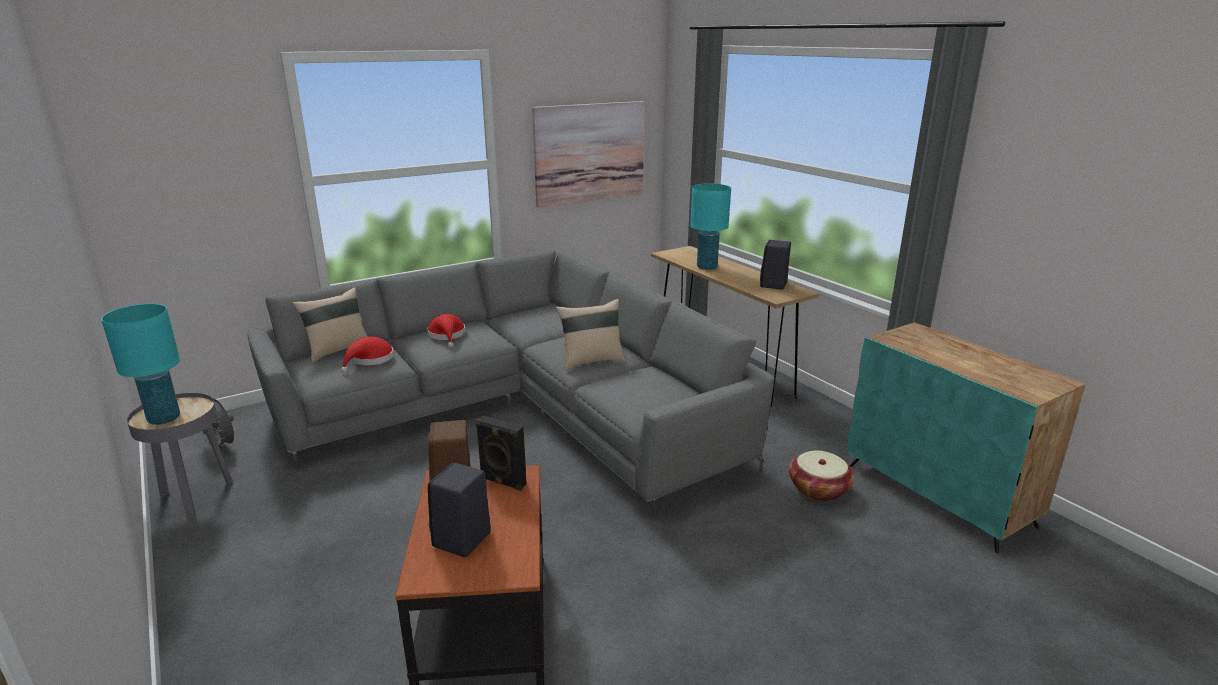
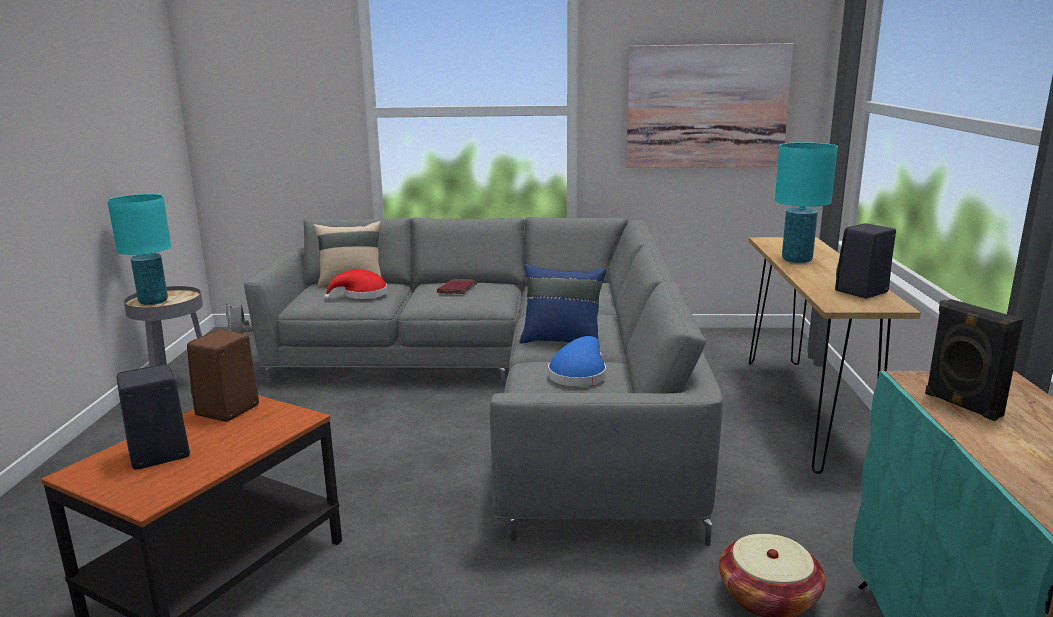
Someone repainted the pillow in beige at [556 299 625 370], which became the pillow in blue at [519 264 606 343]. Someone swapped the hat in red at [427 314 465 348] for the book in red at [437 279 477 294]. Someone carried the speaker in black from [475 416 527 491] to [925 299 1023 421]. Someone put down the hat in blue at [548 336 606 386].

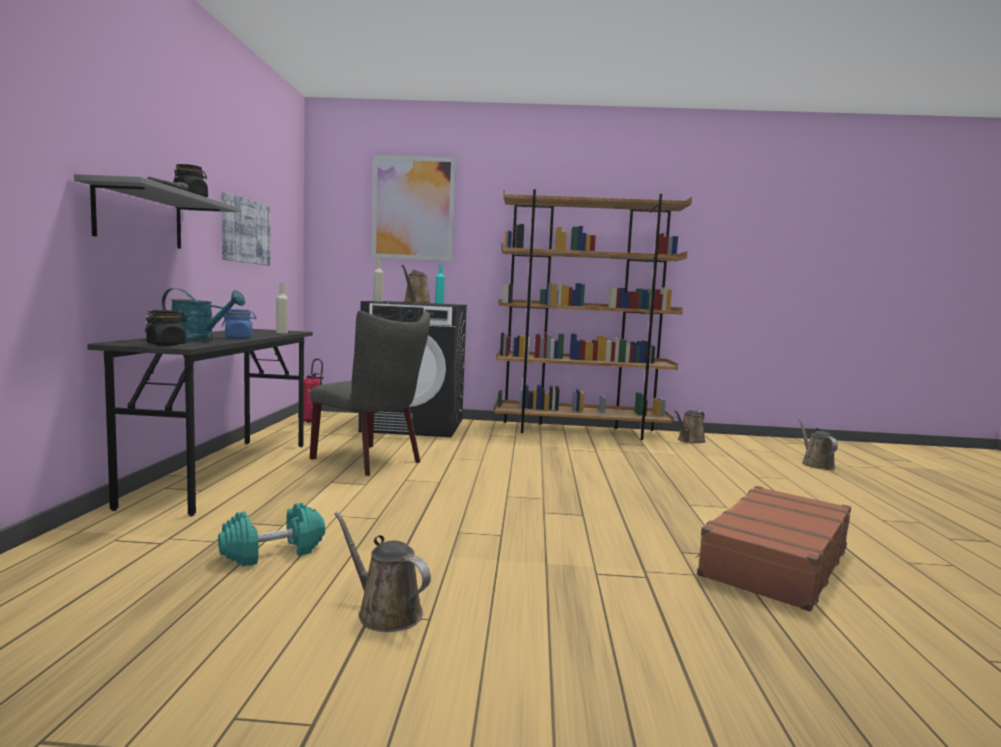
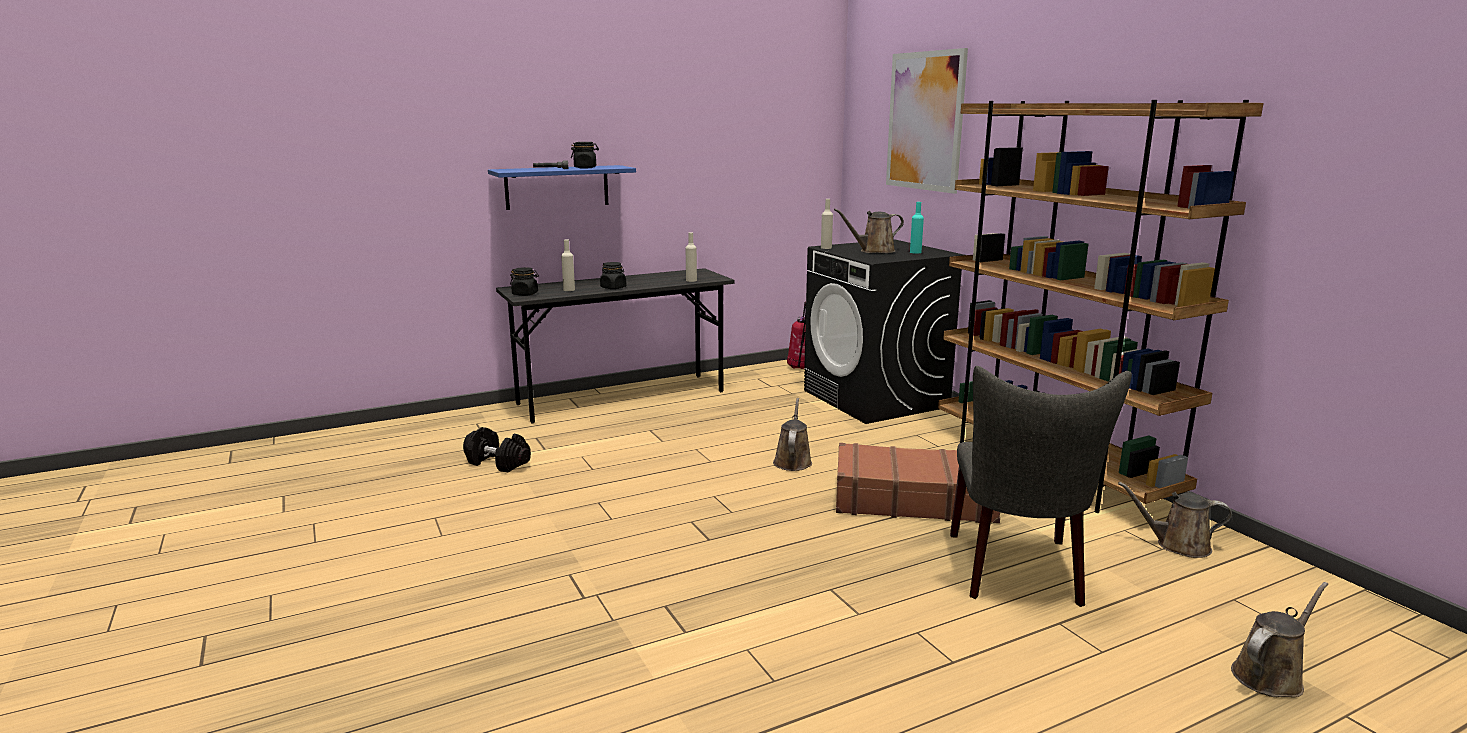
Someone repainted the shelf in grey at [74 174 239 249], which became the shelf in blue at [488 165 636 210]. Someone took away the picture at [221 191 270 266]. Someone swapped the watering can in turquoise at [162 288 245 342] for the bottle in beige at [561 239 575 291]. Someone repainted the jar in blue at [222 309 256 339], which became the jar in black at [600 262 626 289]. Someone carried the chair in grey from [310 311 430 476] to [950 366 1132 607]. Someone carried the suitcase in brown from [695 486 851 612] to [836 443 1000 523]. Someone repainted the dumbbell in turquoise at [218 503 325 567], which became the dumbbell in black at [463 427 531 473]. Someone carried the watering can in brown from [334 512 431 632] to [773 398 812 471].

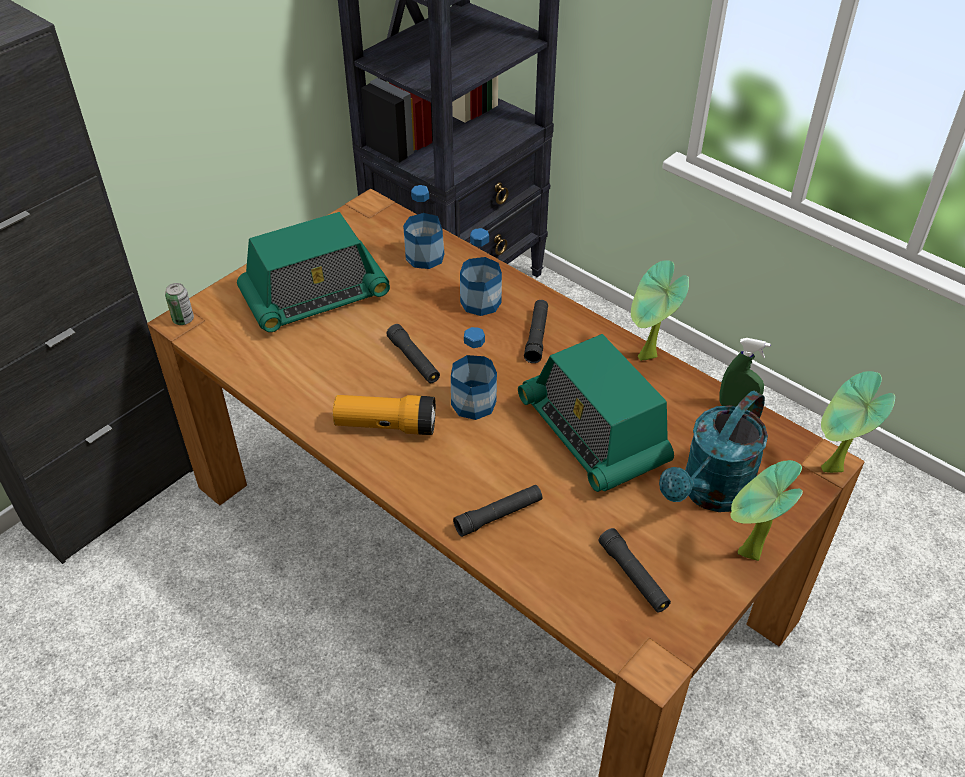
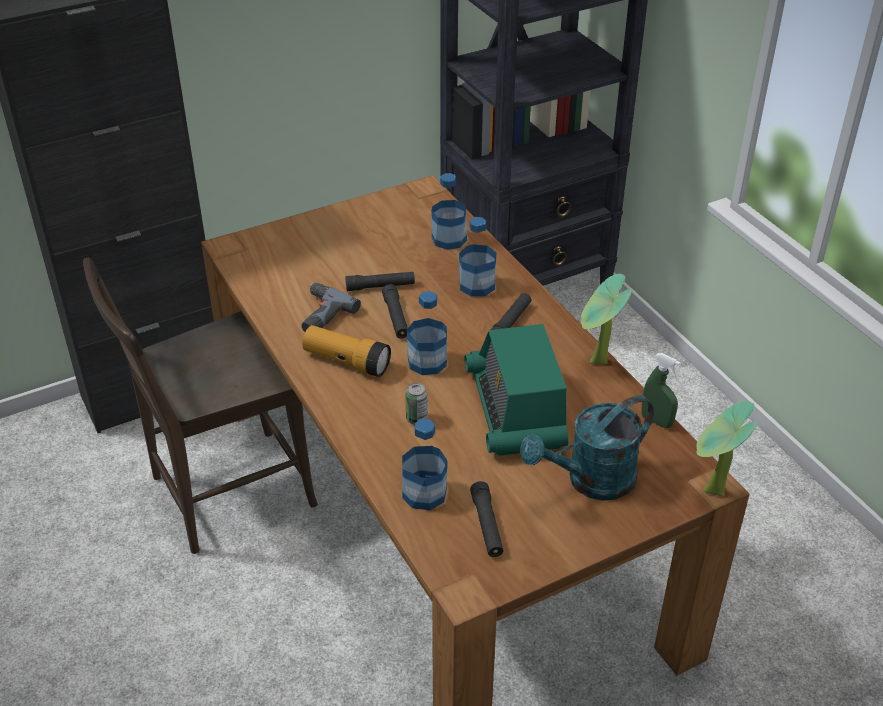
Someone took away the radio at [237 212 390 332]. Someone carried the can from [165 283 194 325] to [405 383 428 425]. Someone took away the potted plant at [730 460 803 561]. Someone carried the flashlight in black from [453 485 542 537] to [345 272 415 291]. Someone put down the chair in brown at [83 258 318 554]. Someone put down the power drill at [302 282 361 332]. Someone put down the bottle at [402 419 448 510].

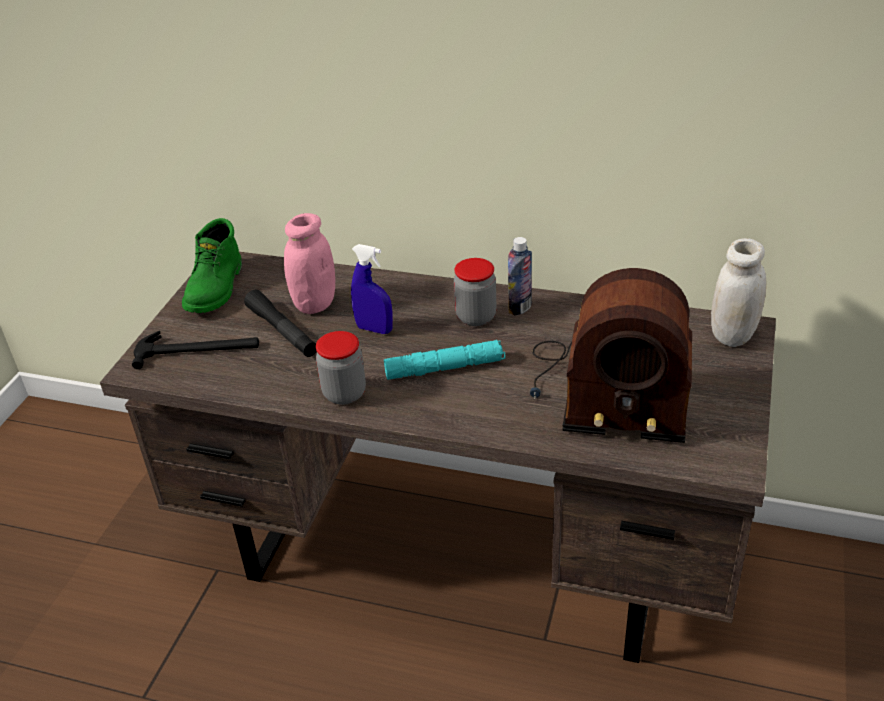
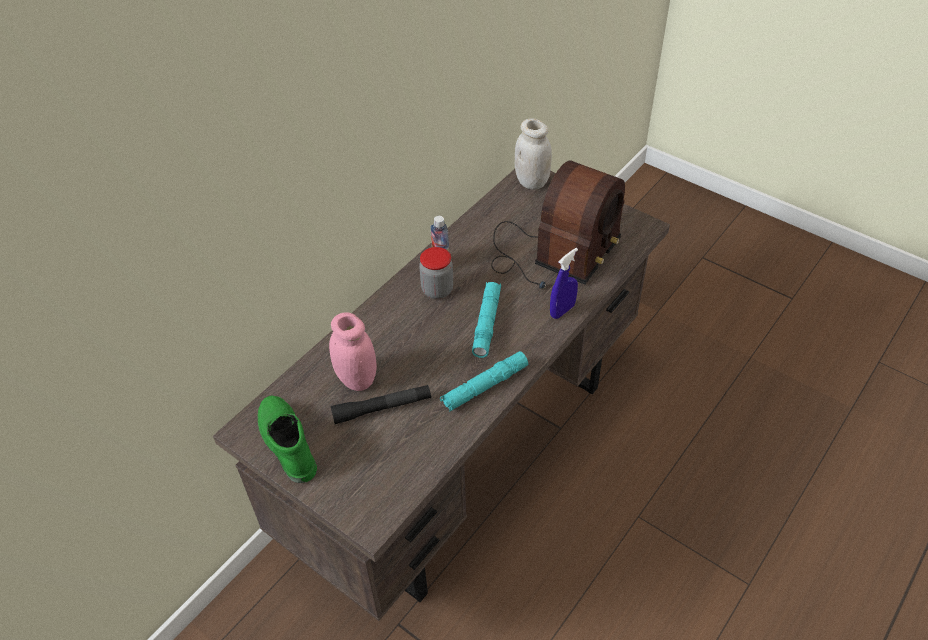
Someone rotated the boot in green at [182 218 242 313] by 150 degrees counterclockwise. Someone carried the spray bottle in blue from [351 244 393 334] to [550 248 578 319]. Someone took away the hammer at [132 331 259 369]. Someone swapped the jar at [316 331 366 405] for the flashlight in turquoise at [440 351 528 412].

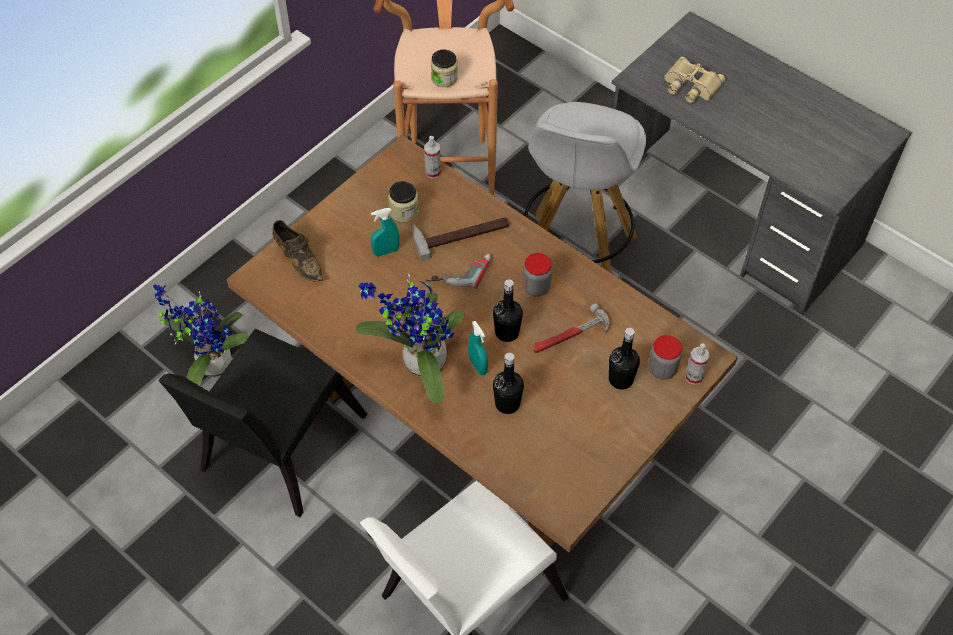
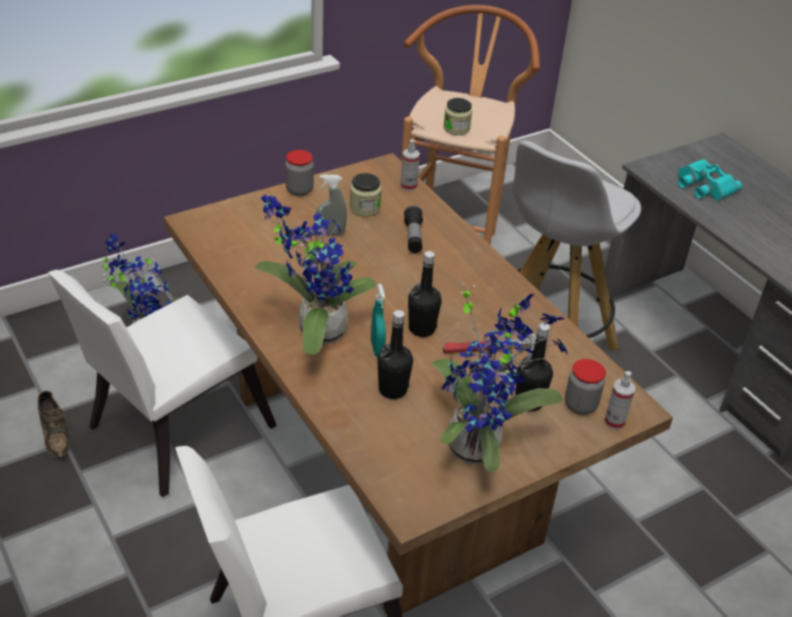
Someone repainted the binoculars in beige at [664 57 725 103], which became the binoculars in turquoise at [678 159 742 201]. Someone repainted the spray bottle in turquoise at [371 208 399 256], which became the spray bottle in grey at [315 175 347 235]. Someone swapped the hammer at [413 217 509 261] for the flashlight at [404 206 423 253]. Someone carried the shoe in brown from [272 220 323 281] to [38 391 70 458]. Someone carried the jar from [523 253 552 297] to [285 150 314 196]. Someone took away the power drill at [425 254 491 289]. Someone repainted the chair in black at [158 329 367 517], which became the chair in white at [48 270 277 497]. Someone put down the potted plant at [432 281 568 471].

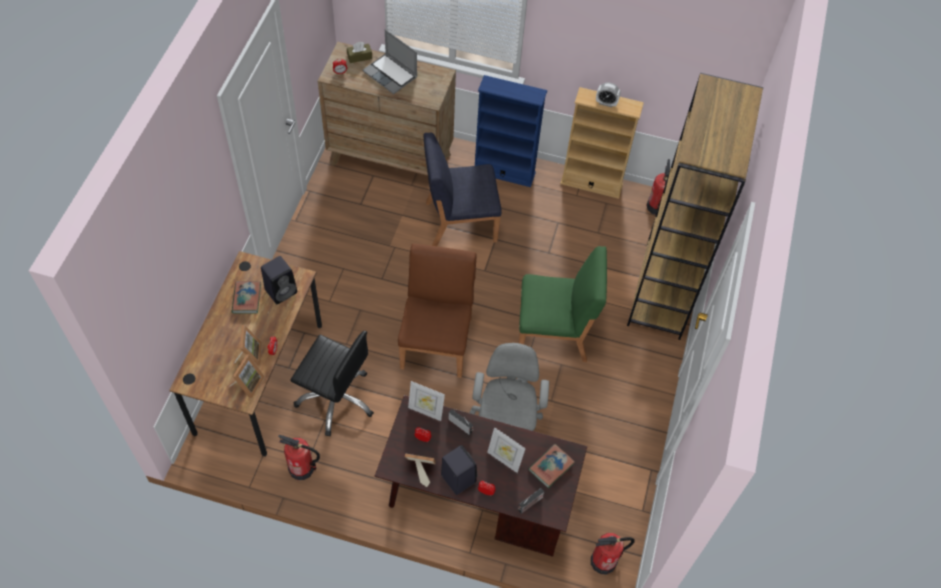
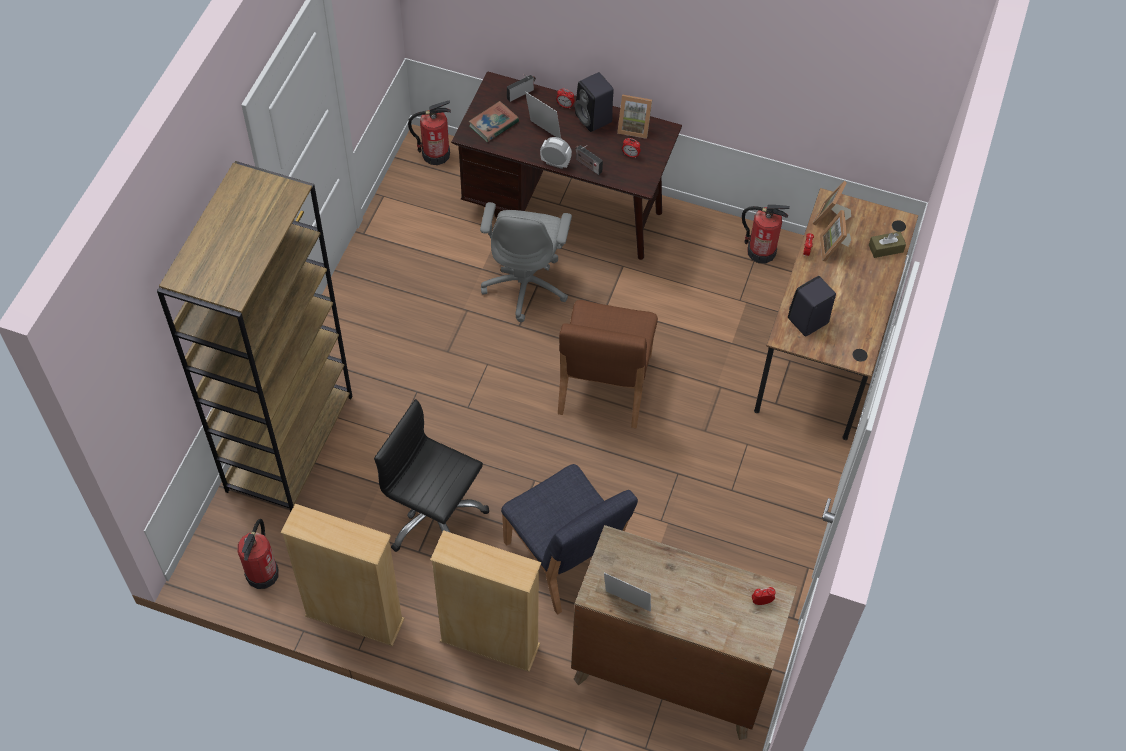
Someone took away the laptop at [363 29 417 94]. Someone carried the tissue box in brown from [347 42 372 63] to [869 232 906 258]. Someone repainted the bookcase in blue at [475 75 547 187], which became the bookcase in beige at [430 530 541 672]. Someone carried the alarm clock from [596 82 621 107] to [540 137 572 169]. Someone rotated the chair in blue at [424 133 502 246] by 60 degrees clockwise. Someone took away the chair in green at [519 246 607 362]. Someone took away the book at [232 281 261 314]. Someone carried the office chair in black from [290 331 374 436] to [374 399 489 552]. Someone carried the picture frame from [408 381 445 421] to [604 573 651 612].

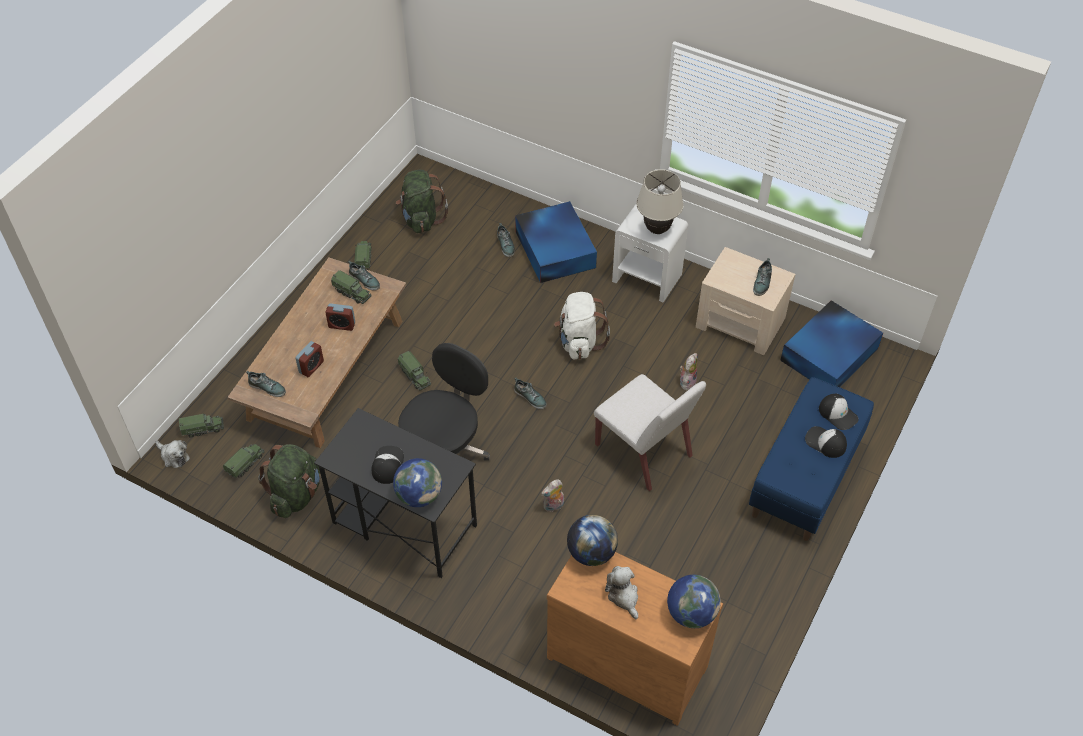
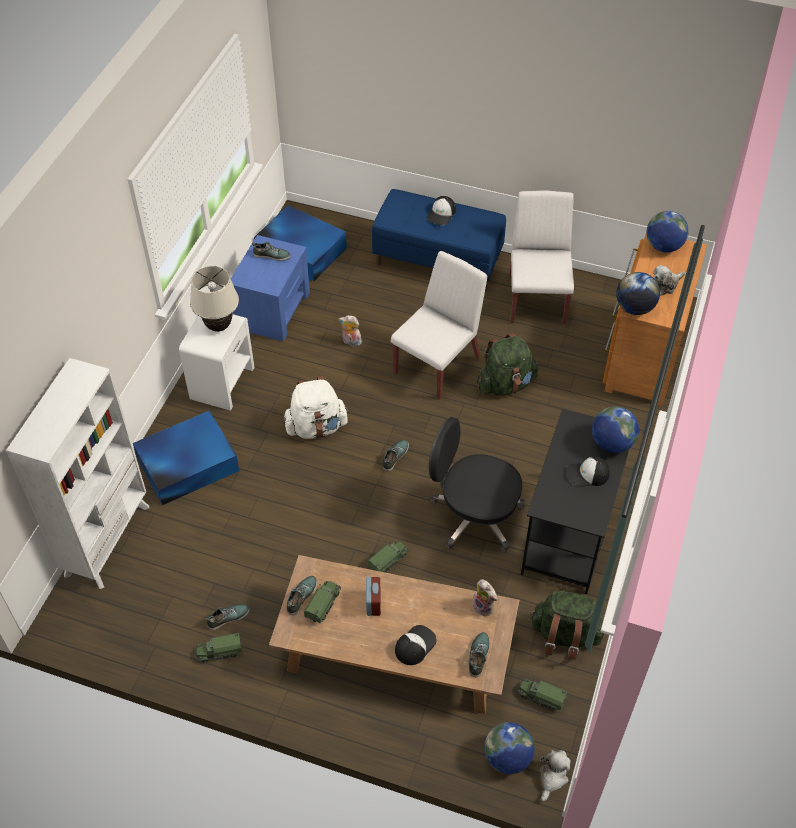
Someone carried the backpack in green from [396 170 448 233] to [477 333 538 396]. Someone carried the shoe from [497 223 515 257] to [205 604 250 630]. Someone repainted the nightstand in beige at [696 247 795 355], which became the nightstand in blue at [231 235 310 341]. Someone took away the alarm clock at [295 341 324 377]. Someone carried the cap from [819 394 859 430] to [395 625 437 665]. Someone swapped the toy truck at [179 414 224 438] for the globe at [484 722 534 774]. Someone carried the plush toy from [541 479 564 513] to [472 579 497 617]. Someone put down the chair in white at [509 190 574 324]. Someone put down the bookcase in white at [6 358 149 589].

